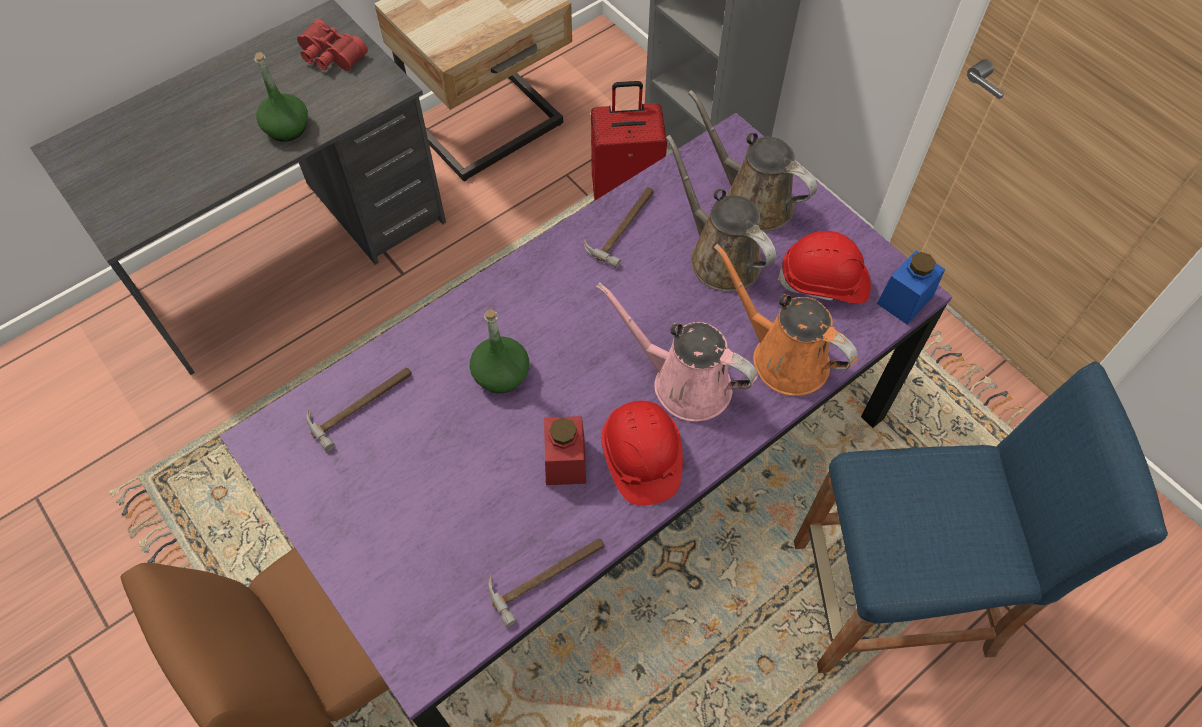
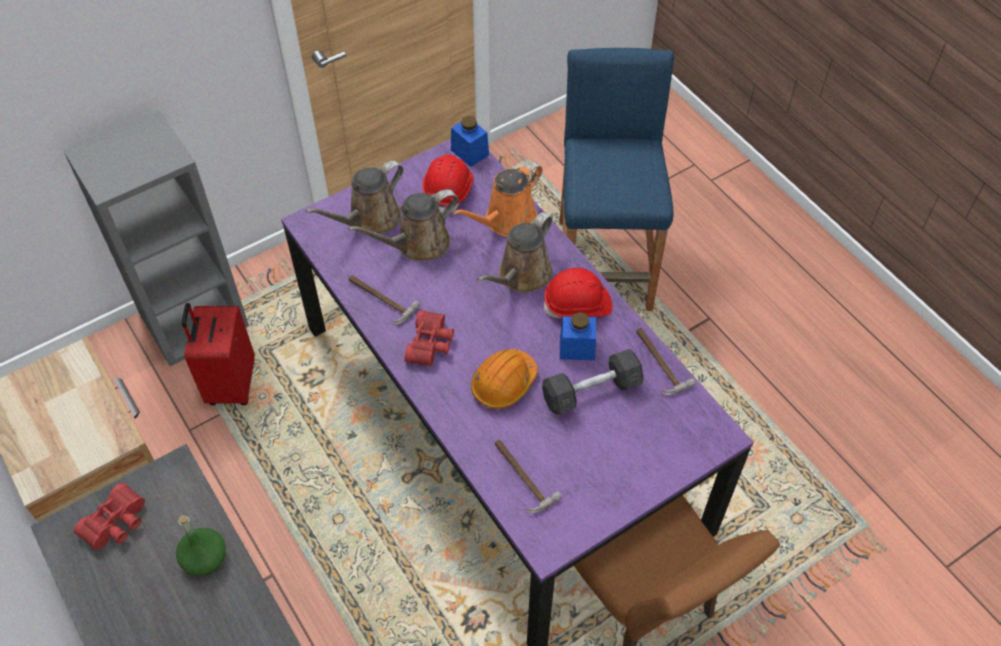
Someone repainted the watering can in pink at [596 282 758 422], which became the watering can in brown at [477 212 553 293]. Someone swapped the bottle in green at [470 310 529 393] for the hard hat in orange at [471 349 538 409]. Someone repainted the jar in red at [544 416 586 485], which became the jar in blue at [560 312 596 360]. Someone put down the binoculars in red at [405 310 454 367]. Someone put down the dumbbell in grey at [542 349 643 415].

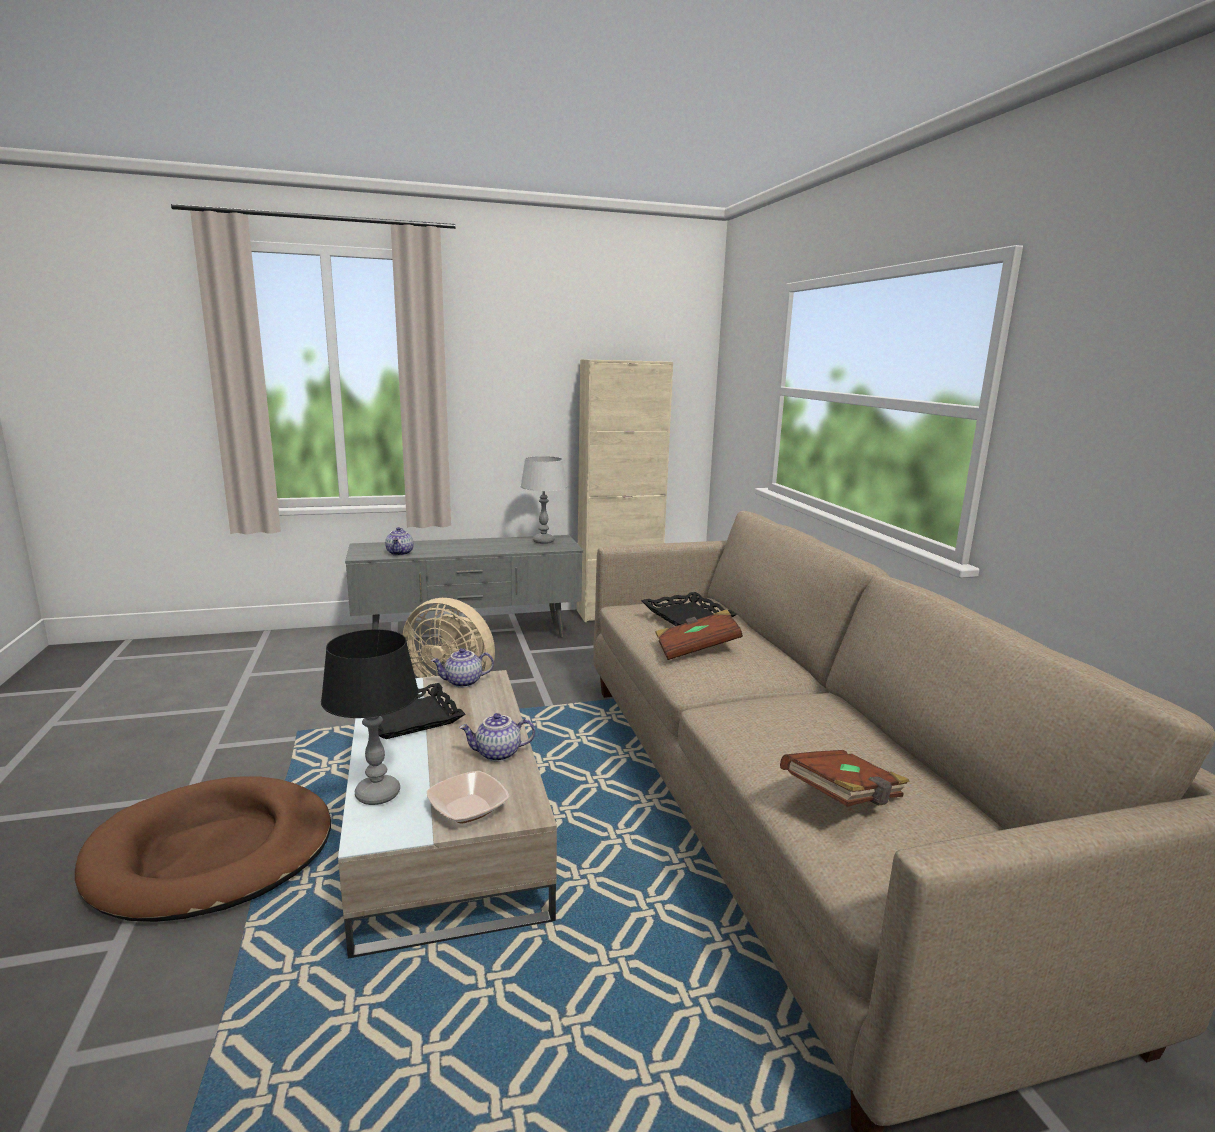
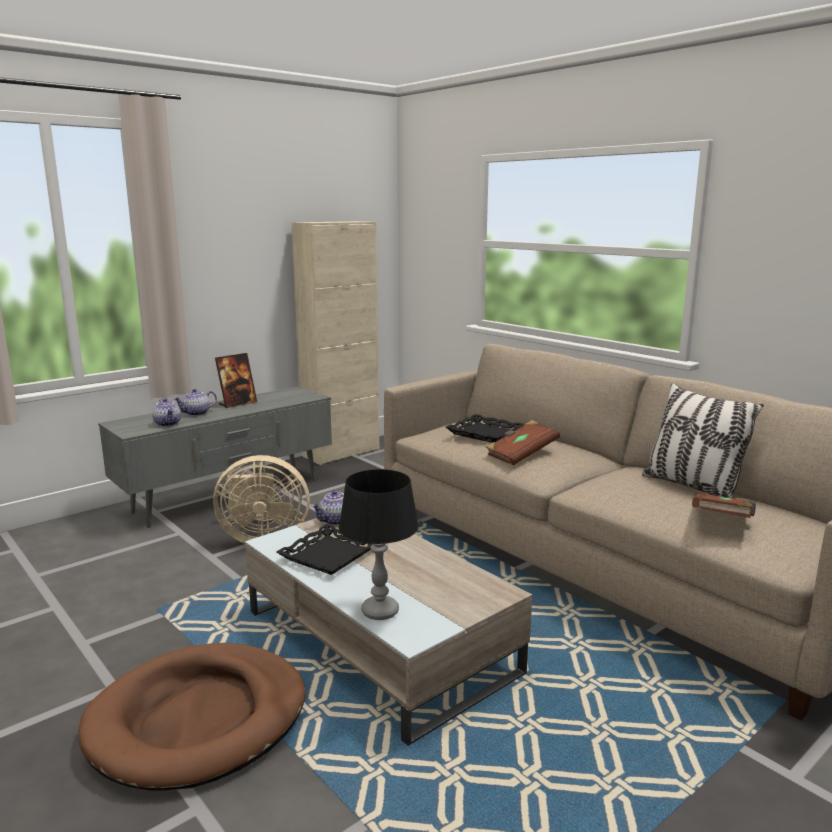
Someone took away the table lamp in grey at [520 456 567 544]. Someone carried the teapot from [459 713 535 762] to [174 389 217 416]. Someone took away the bowl at [427 771 509 823]. Someone put down the picture frame at [215 353 257 408]. Someone put down the pillow at [642 383 764 498].

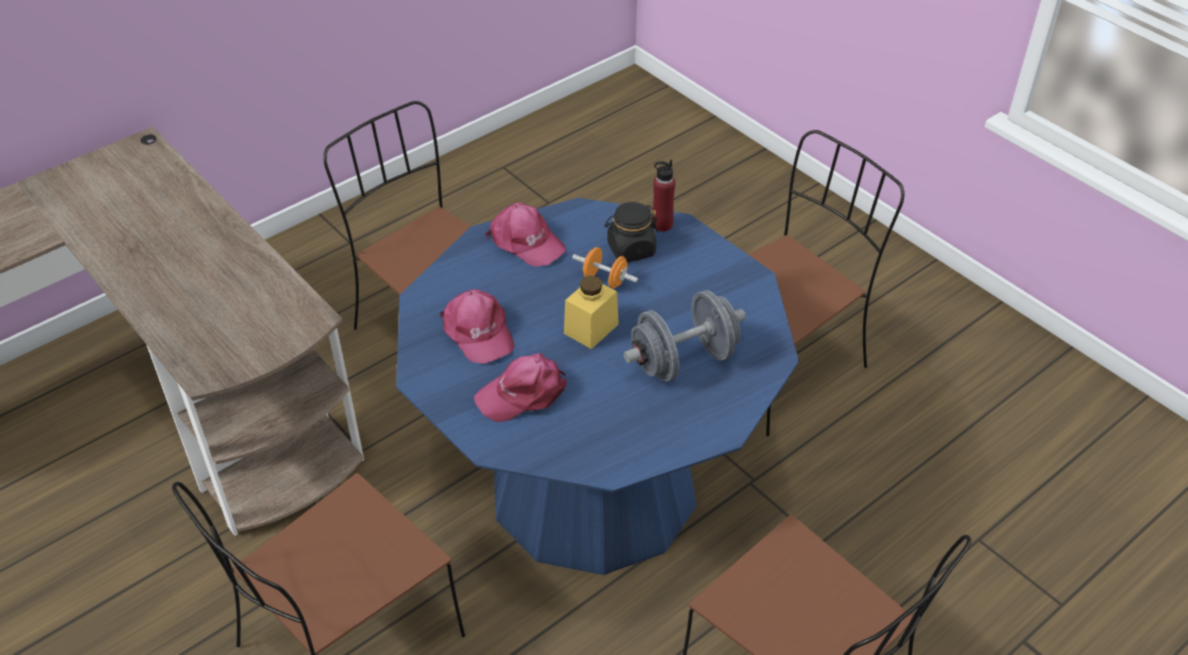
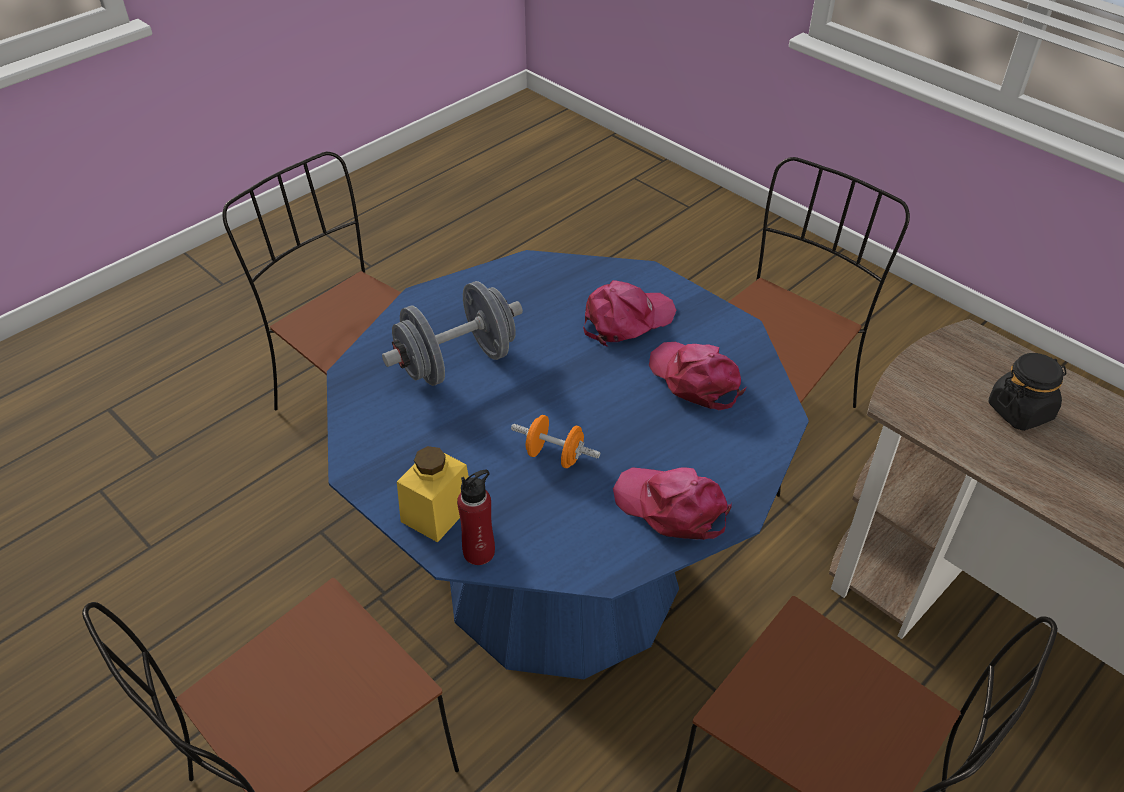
Someone carried the jar in black from [604 202 658 262] to [989 353 1066 431]. Someone carried the jar in yellow from [564 276 619 349] to [397 446 469 542].

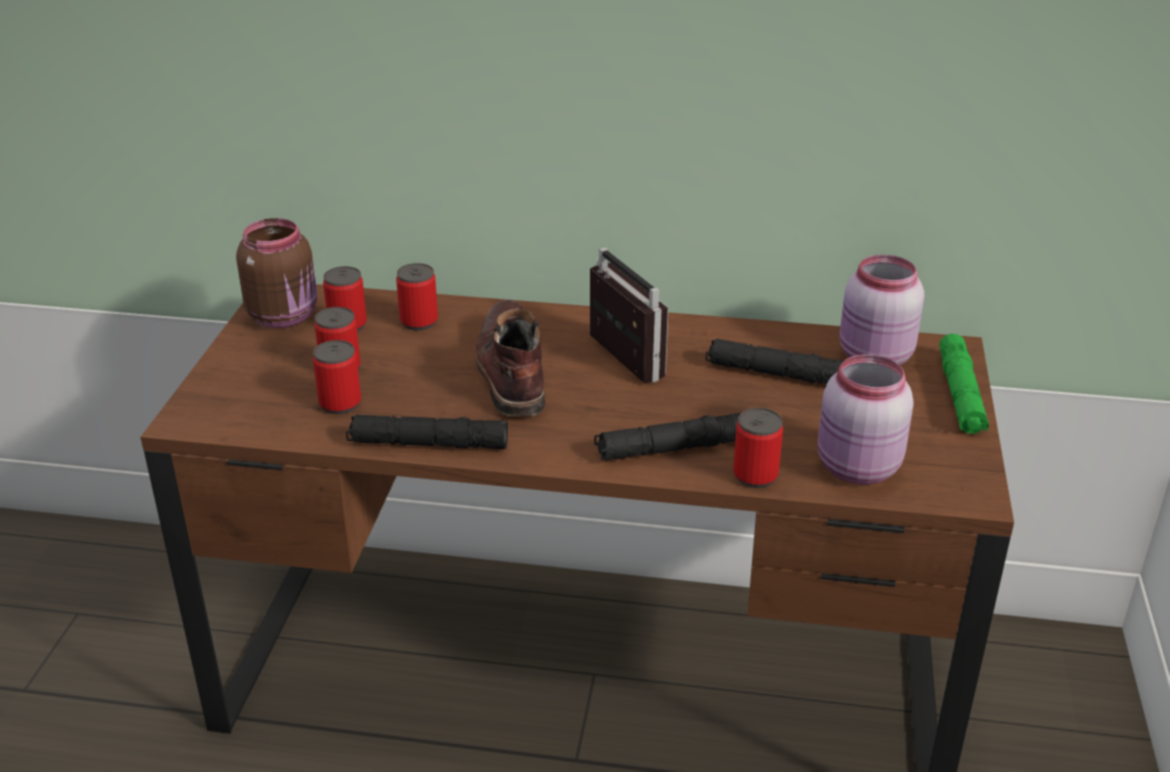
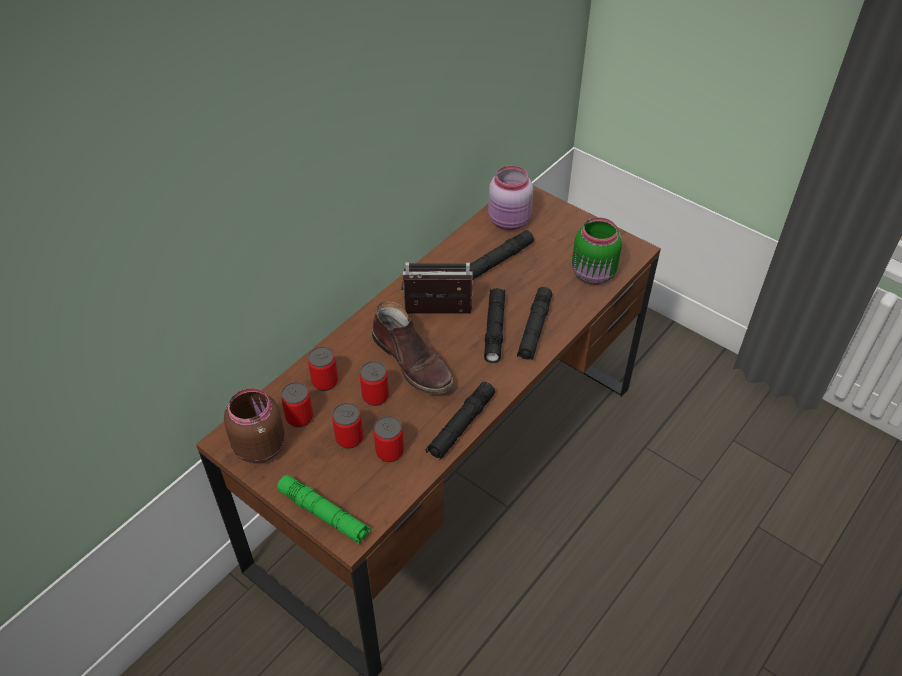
Someone rotated the boot in brown at [475 300 545 416] by 150 degrees counterclockwise. Someone carried the flashlight in green from [939 333 989 434] to [277 474 371 545]. Someone repainted the jar in pink at [818 354 914 485], which became the jar in green at [572 217 622 285]. Someone carried the can from [733 408 783 488] to [360 361 389 406]. Someone put down the flashlight in black at [484 288 505 363].

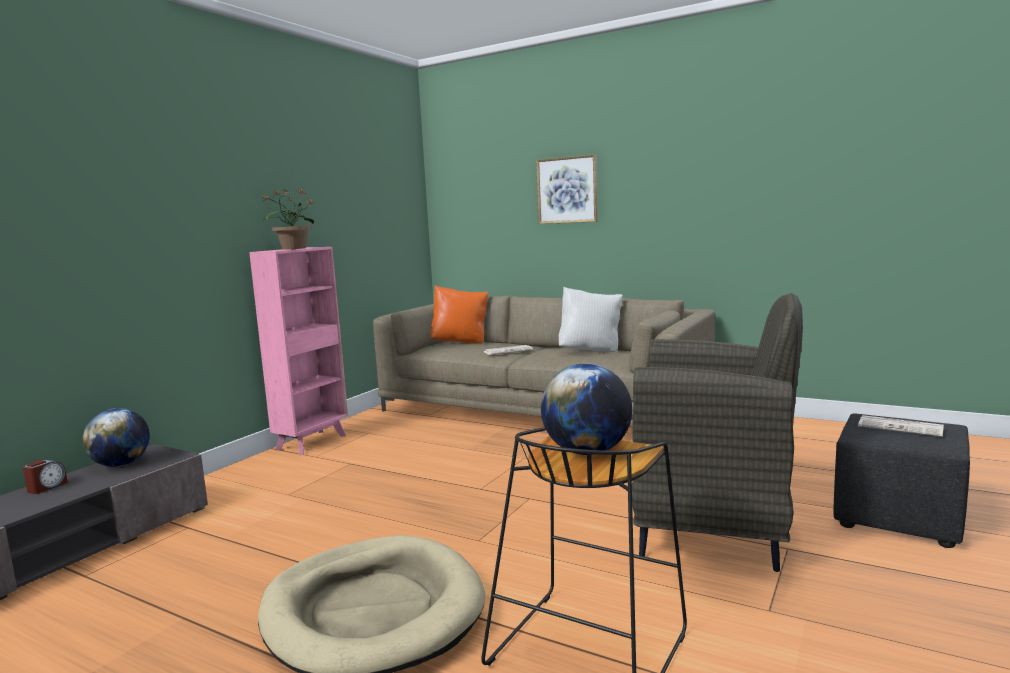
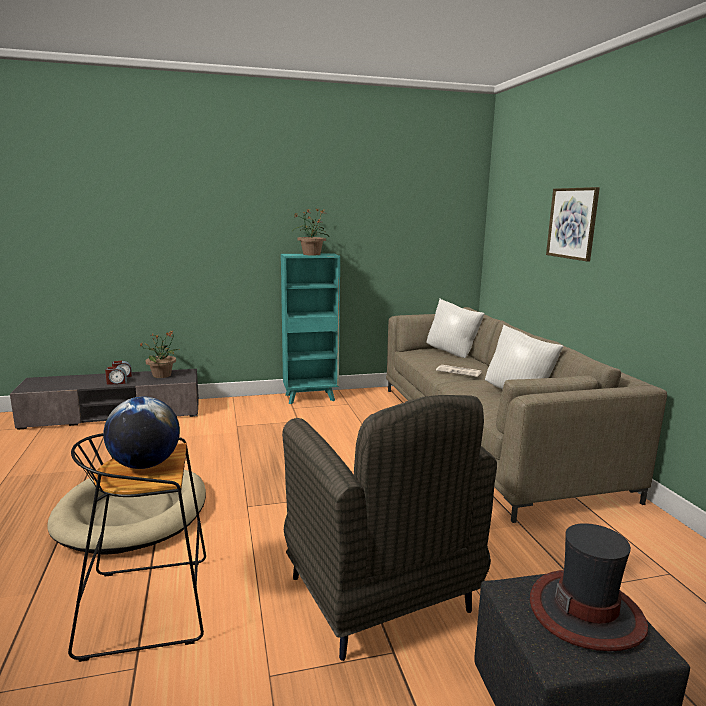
Someone repainted the bookcase in pink at [249 247 348 455], which became the bookcase in turquoise at [281 254 340 404]. Someone repainted the pillow in orange at [431 286 489 343], which became the pillow in white at [426 299 485 358]. Someone swapped the globe at [83 408 150 467] for the potted plant at [139 332 181 378]. Someone swapped the newspaper at [858 415 944 437] for the hat at [530 523 648 651]. Someone put down the alarm clock at [105 367 127 385].

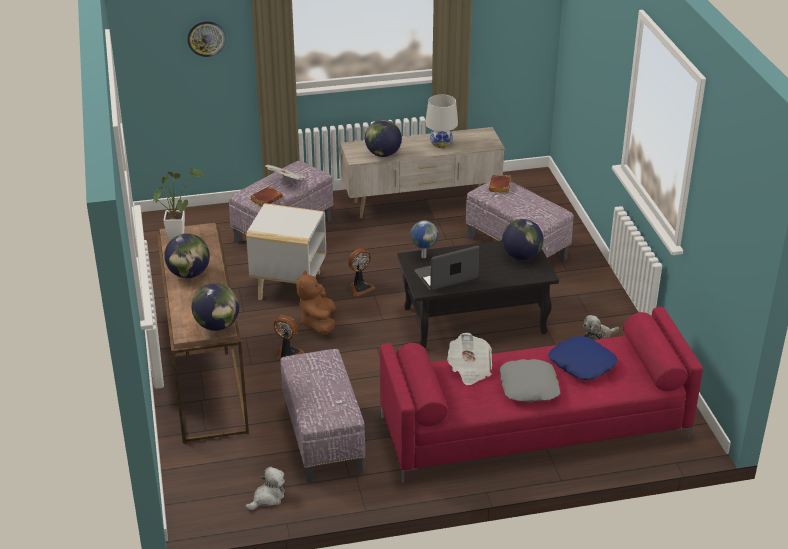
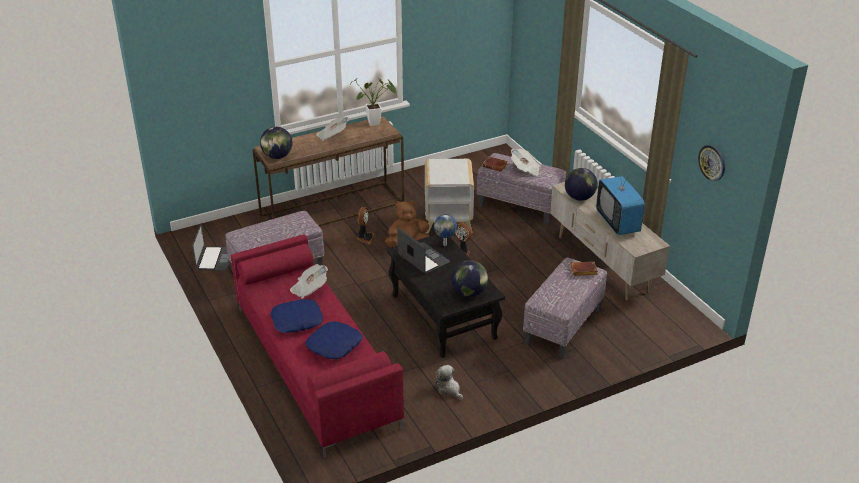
Someone carried the wall clock from [187 20 226 57] to [698 145 725 181]. Someone swapped the table lamp in white at [425 94 458 148] for the television at [596 160 645 235]. Someone swapped the globe at [164 234 210 278] for the newspaper at [316 116 349 141]. Someone repainted the pillow in grey at [499 359 560 402], which became the pillow in blue at [271 299 323 333]. Someone swapped the plush toy at [246 467 285 510] for the laptop at [192 223 230 271].

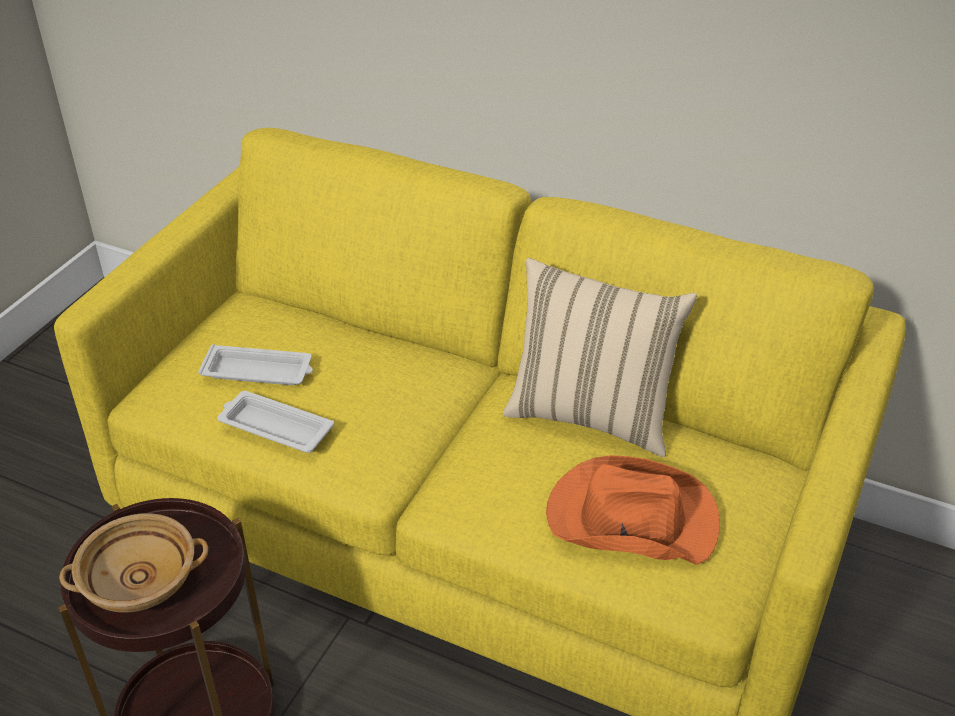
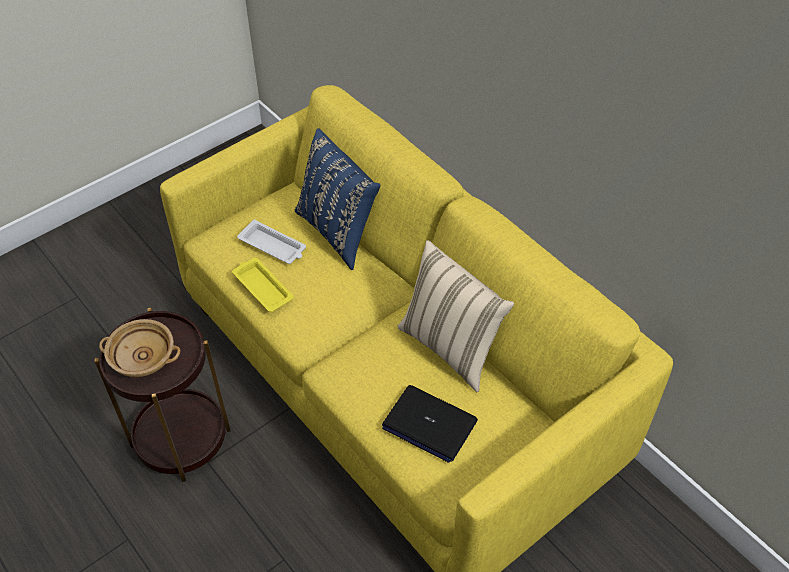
Someone repainted the tray in white at [217 391 334 453], which became the tray in yellow at [232 258 294 312]. Someone swapped the hat in orange at [546 455 720 565] for the laptop at [382 385 478 463]. Someone put down the pillow in blue at [295 128 380 270].

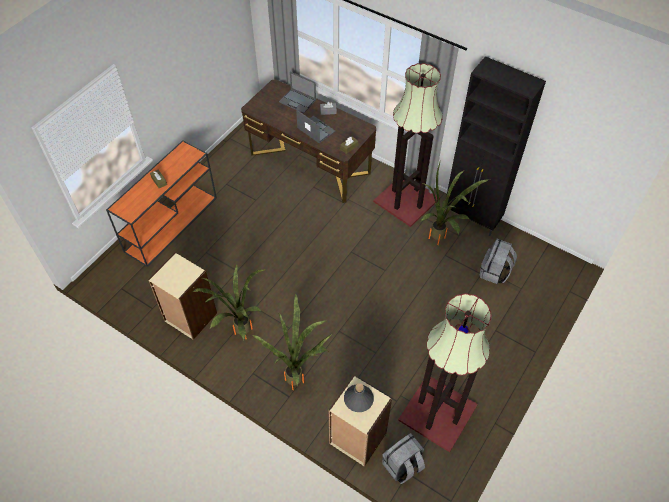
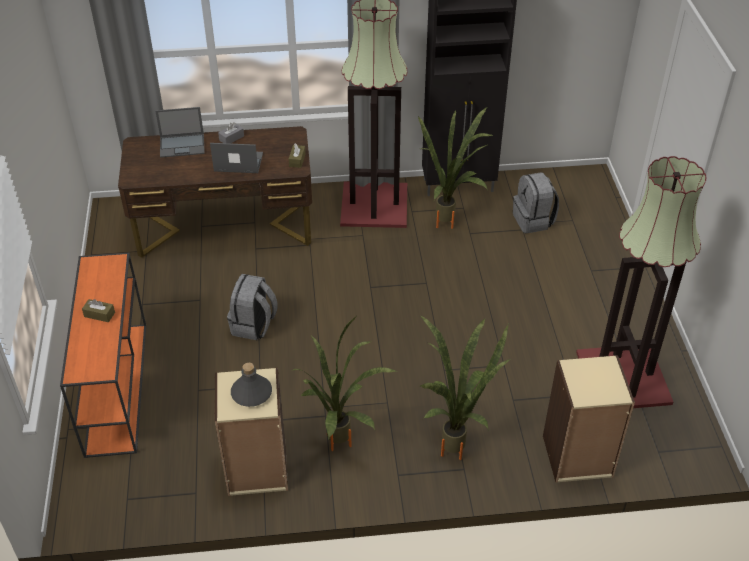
Someone carried the bottle in grey from [344 383 374 412] to [231 363 272 407]. Someone carried the backpack in grey from [382 433 425 484] to [227 274 278 340].

